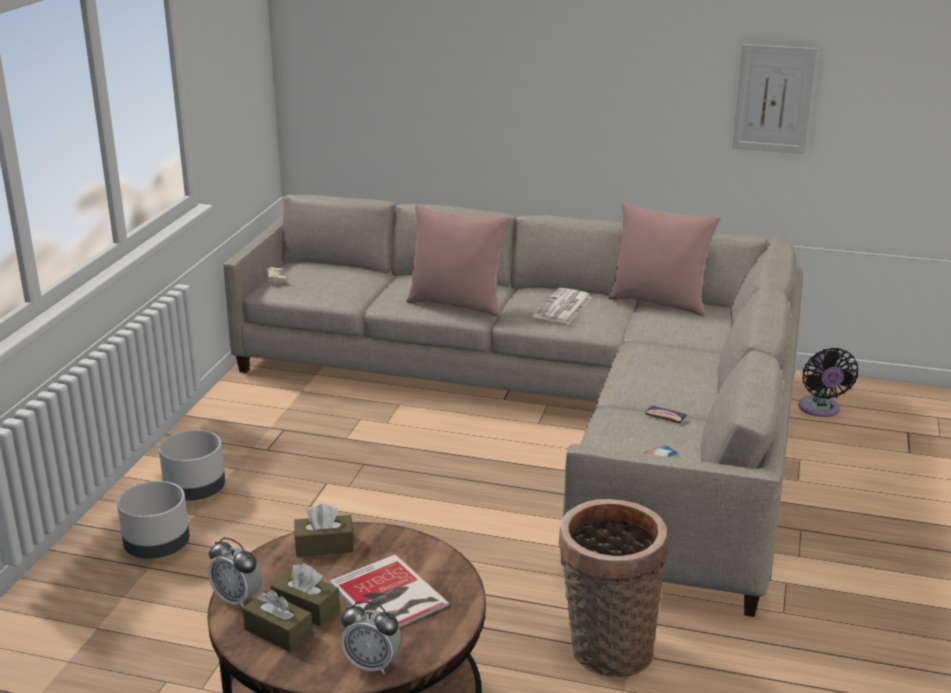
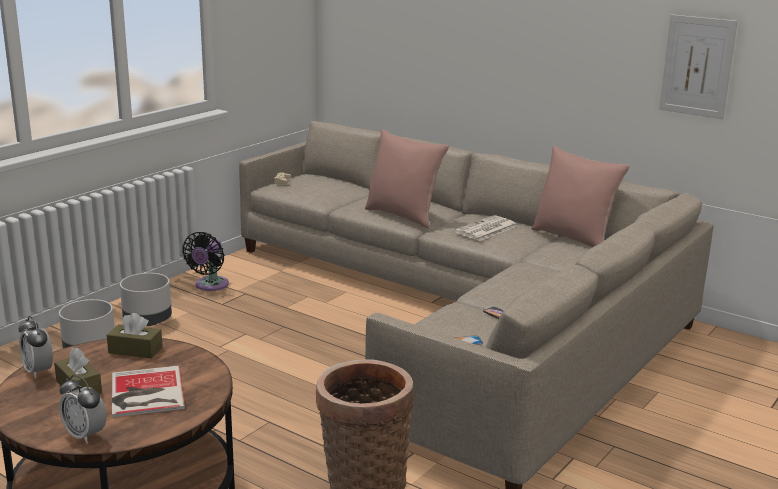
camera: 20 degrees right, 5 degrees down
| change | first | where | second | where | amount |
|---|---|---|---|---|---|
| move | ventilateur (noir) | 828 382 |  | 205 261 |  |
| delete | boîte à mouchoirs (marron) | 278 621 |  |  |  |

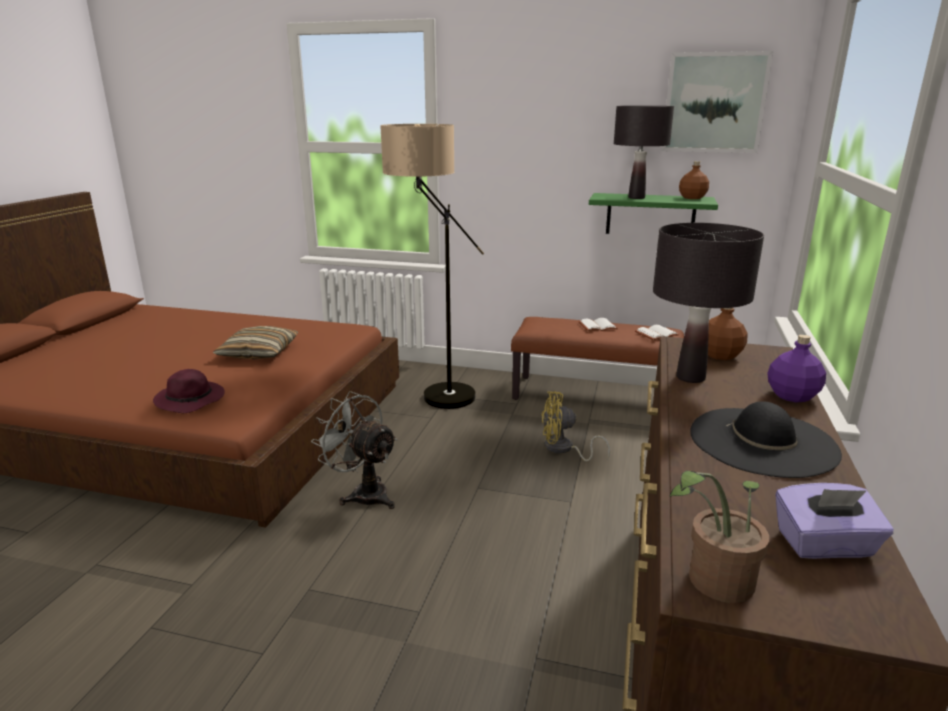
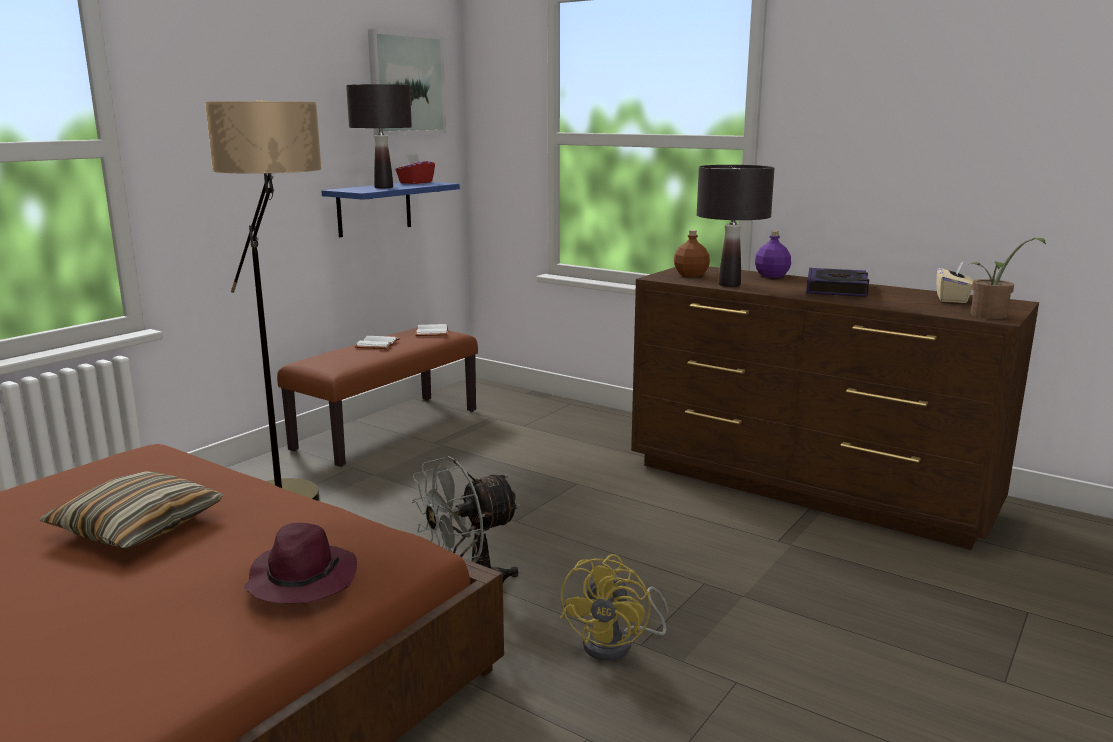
camera: 70 degrees left, 5 degrees down
| change | first | where | second | where | amount |
|---|---|---|---|---|---|
| recolor | étagère (vert) | 653 213 | étagère (bleu) | 390 209 |  |
| replace | bouteille (marron) | 694 180 | boîte à mouchoirs (rouge) | 415 169 |  |
| move | ventilateur (jaune) | 575 426 |  | 614 607 |  |
| replace | chapeau (noir) | 766 439 | livre | 837 282 |  |
| recolor | boîte à mouchoirs (violet) | 835 521 | boîte à mouchoirs (beige) | 954 282 |  |

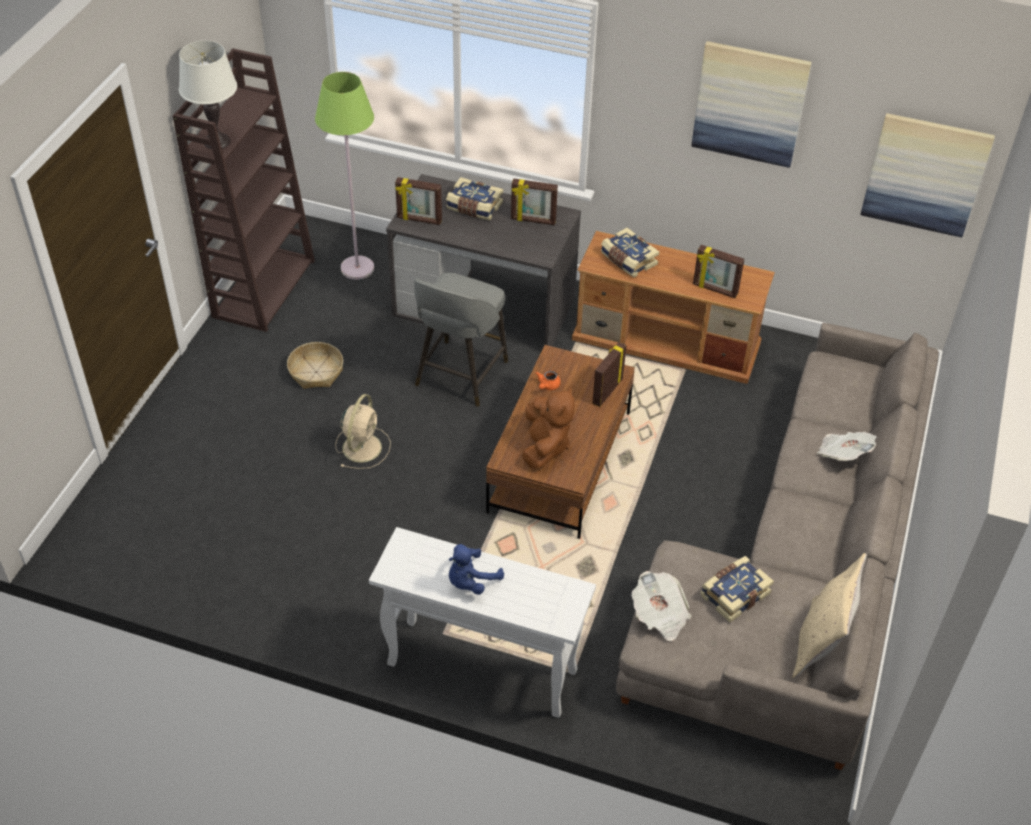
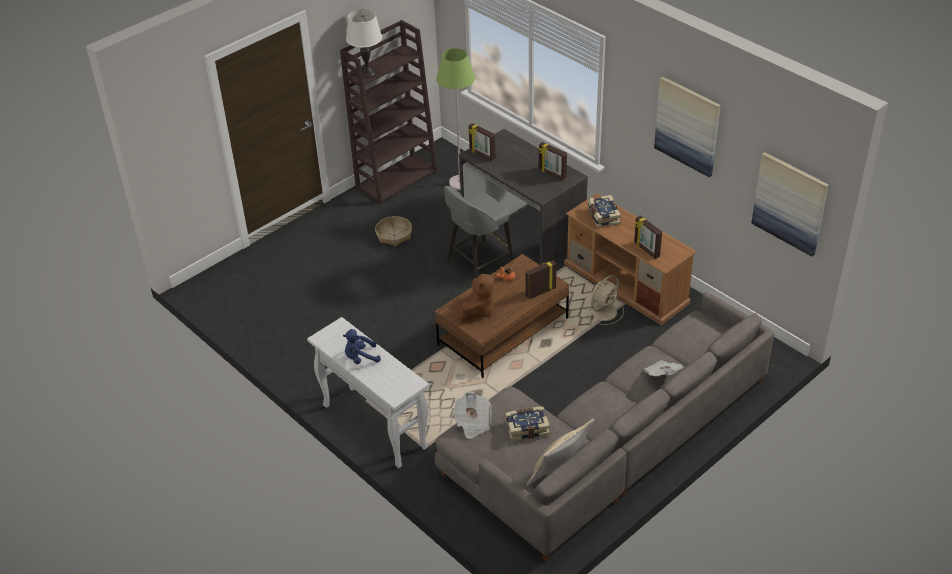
camera: 30 degrees right, 5 degrees down
| change | first | where | second | where | amount |
|---|---|---|---|---|---|
| move | ventilateur (beige) | 363 431 |  | 604 300 |  |
| delete | livre | 474 198 |  |  |  |

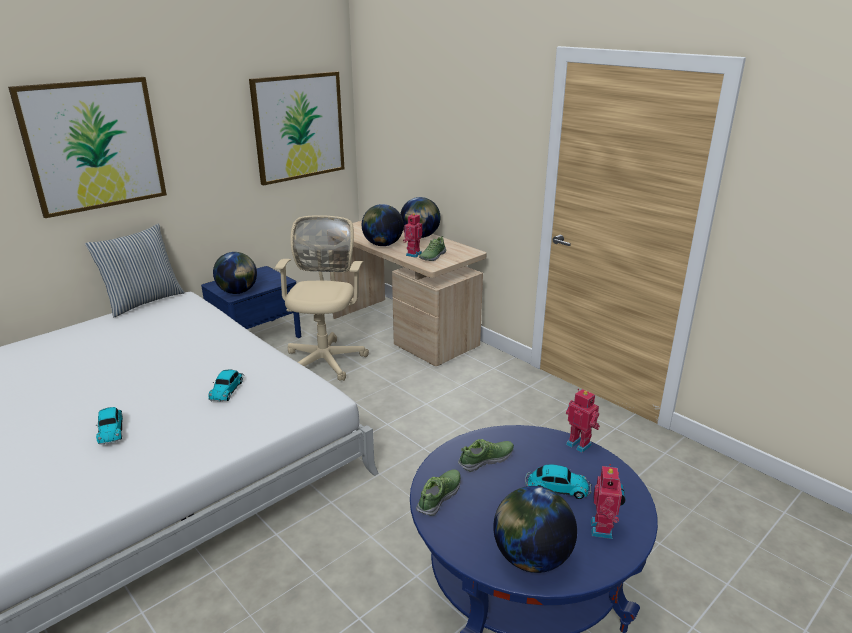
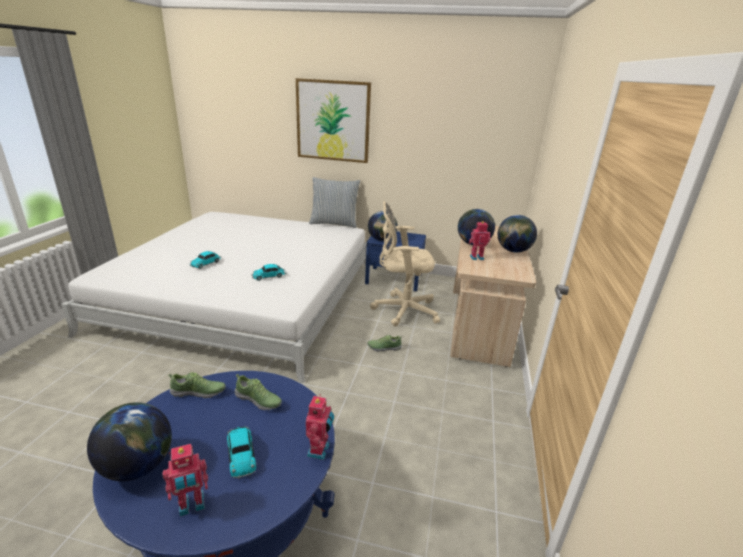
camera: 55 degrees right, 0 degrees up
| change | first | where | second | where | amount |
|---|---|---|---|---|---|
| move | chaussure | 432 248 |  | 384 343 |  |
| rotate | chaise de bureau (beige) | 322 298 |  | 405 263 | 150 degrees counterclockwise |
| delete | tableau | 296 128 |  |  |  |

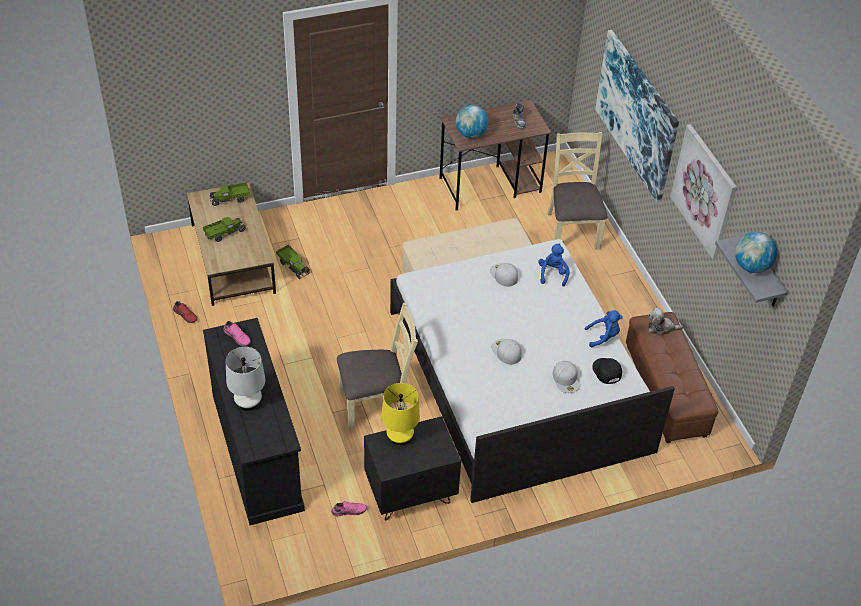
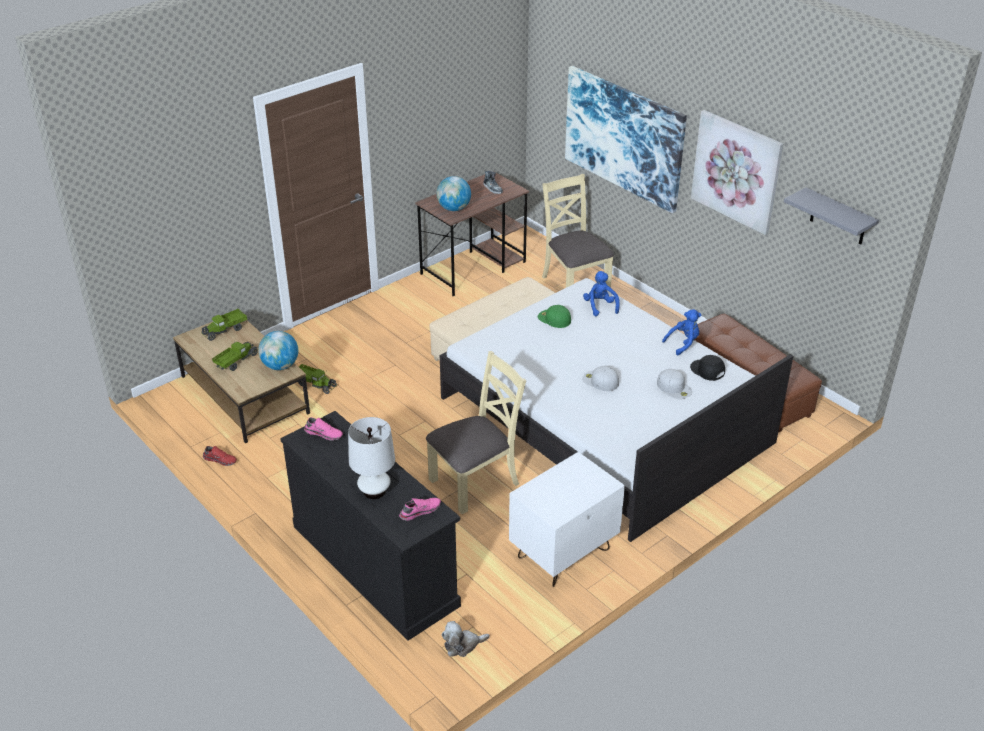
camera: 20 degrees left, 10 degrees down
| change | first | where | second | where | amount |
|---|---|---|---|---|---|
| move | globe | 756 252 |  | 278 350 |  |
| move | chaussure (rose) | 349 509 |  | 420 509 |  |
| move | peluche | 665 322 |  | 466 639 |  |
| recolor | table de chevet (noir) | 412 468 | table de chevet (blanc) | 567 519 |  |
| recolor | casquette (blanc) | 504 275 | casquette (vert) | 554 316 |  |
| delete | lampe de table (jaune) | 400 414 |  |  |  |

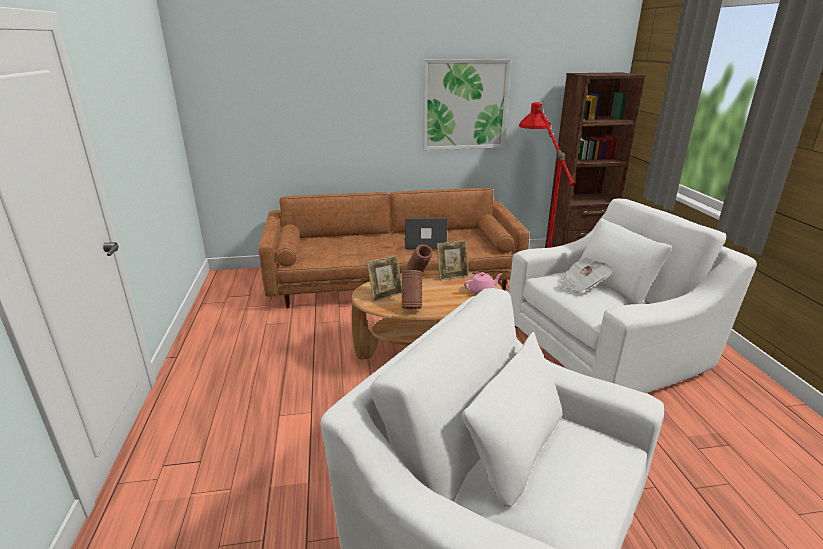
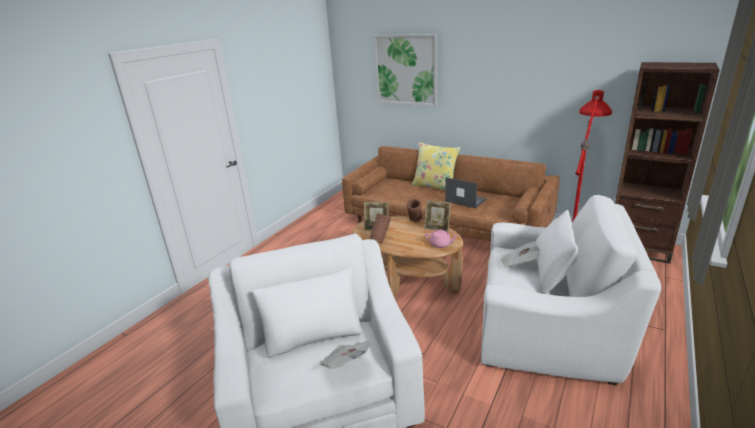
camera: 40 degrees right, 0 degrees up
| change | first | where | second | where | amount |
|---|---|---|---|---|---|
| insert |  |  | journal | 346 355 |  |
| move | tableau | 467 104 |  | 405 70 |  |
| insert |  |  | coussin (jaune) | 436 166 |  |

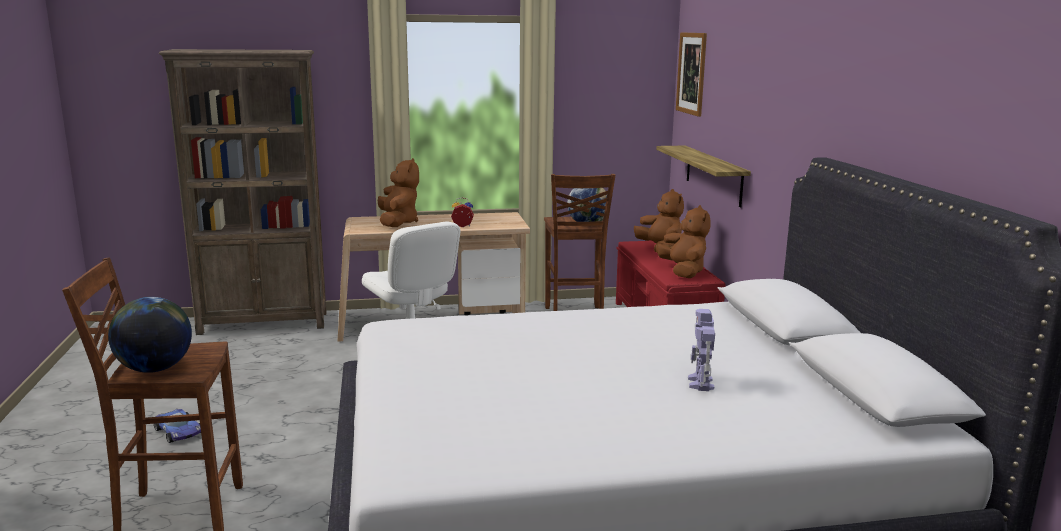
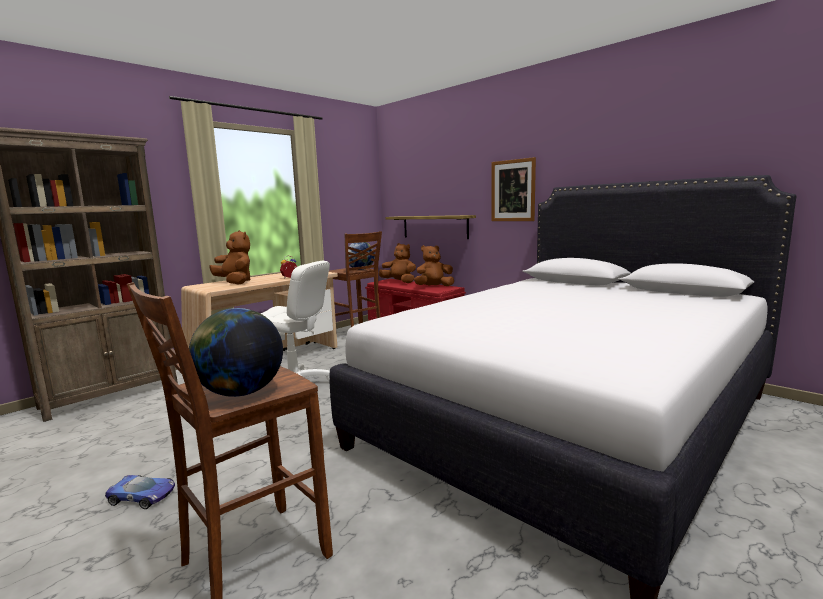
camera: 35 degrees left, 5 degrees down
| change | first | where | second | where | amount |
|---|---|---|---|---|---|
| rotate | peluche (marron) | 684 241 |  | 434 265 | 60 degrees counterclockwise |
| move | tableau | 691 74 |  | 513 189 |  |
| delete | robot jouet | 701 350 |  |  |  |

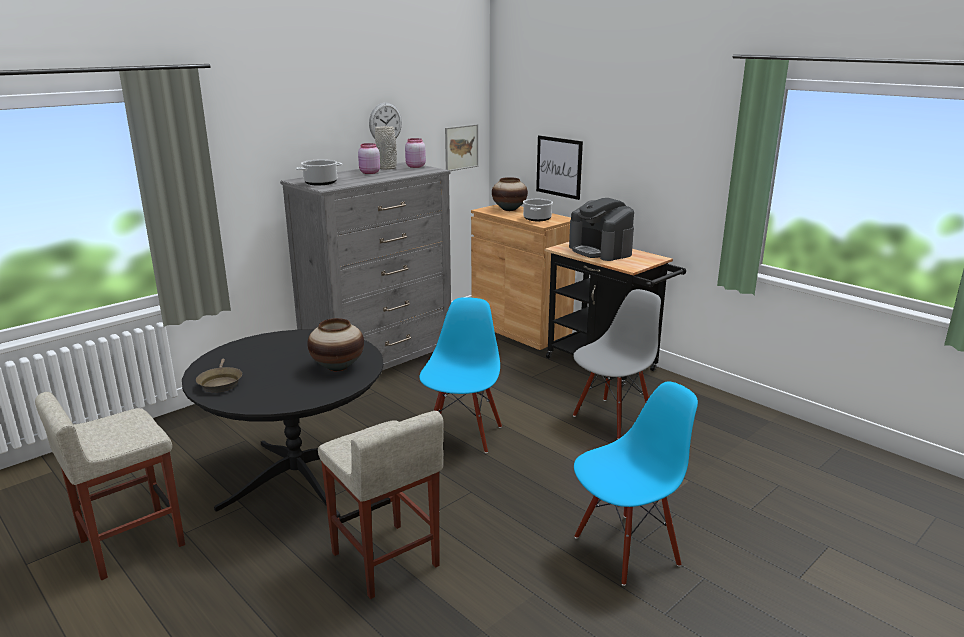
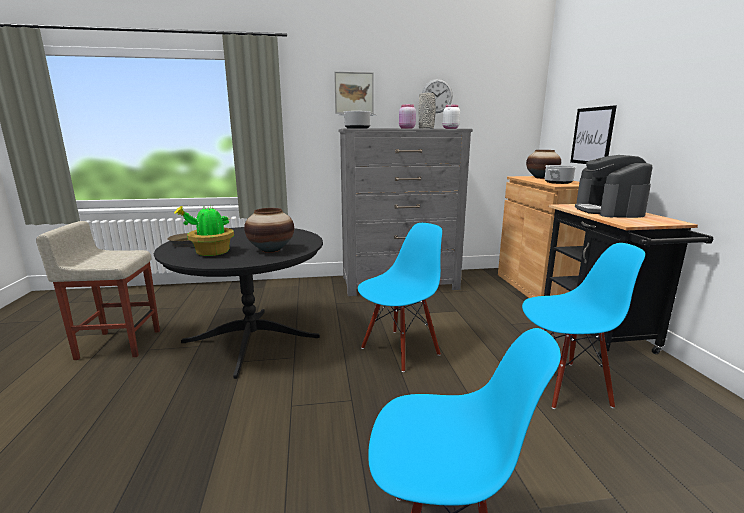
camera: 35 degrees right, 5 degrees down
| change | first | where | second | where | amount |
|---|---|---|---|---|---|
| insert |  |  | plante en pot | 204 230 |  |
| move | tableau | 461 147 |  | 354 93 |  |
| recolor | bocal (rose) | 415 153 | bocal (blanc) | 451 117 |  |
| recolor | chaise (gris) | 617 364 | chaise (bleu) | 583 326 |  |
| delete | tabouret (beige) | 380 505 |  |  |  |

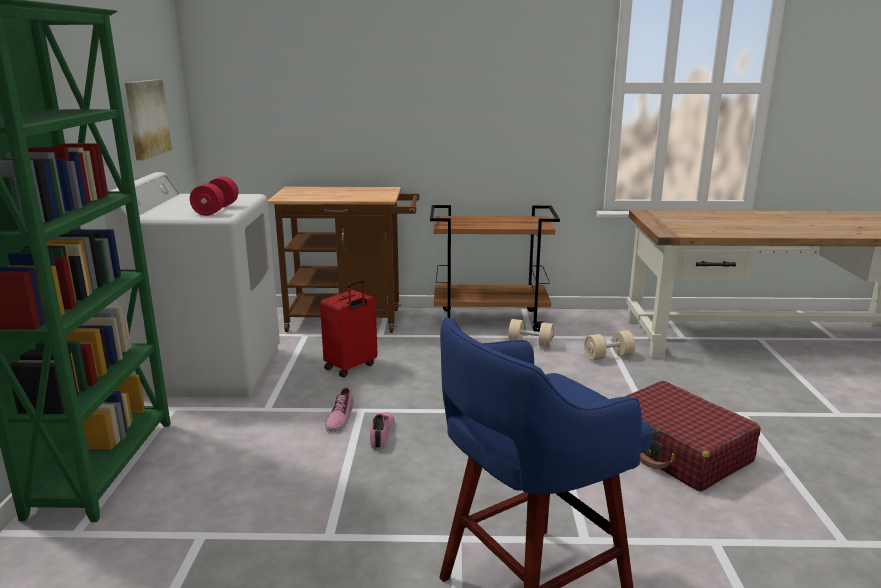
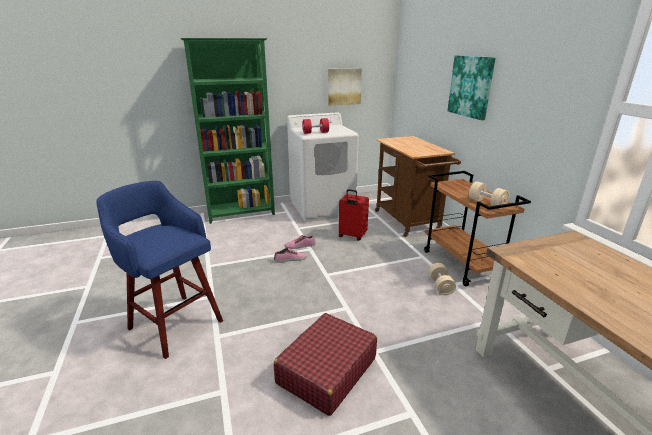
camera: 70 degrees right, 5 degrees up
| change | first | where | second | where | amount |
|---|---|---|---|---|---|
| insert |  |  | tableau | 471 87 |  |
| move | haltère (beige) | 609 345 |  | 489 195 |  |

